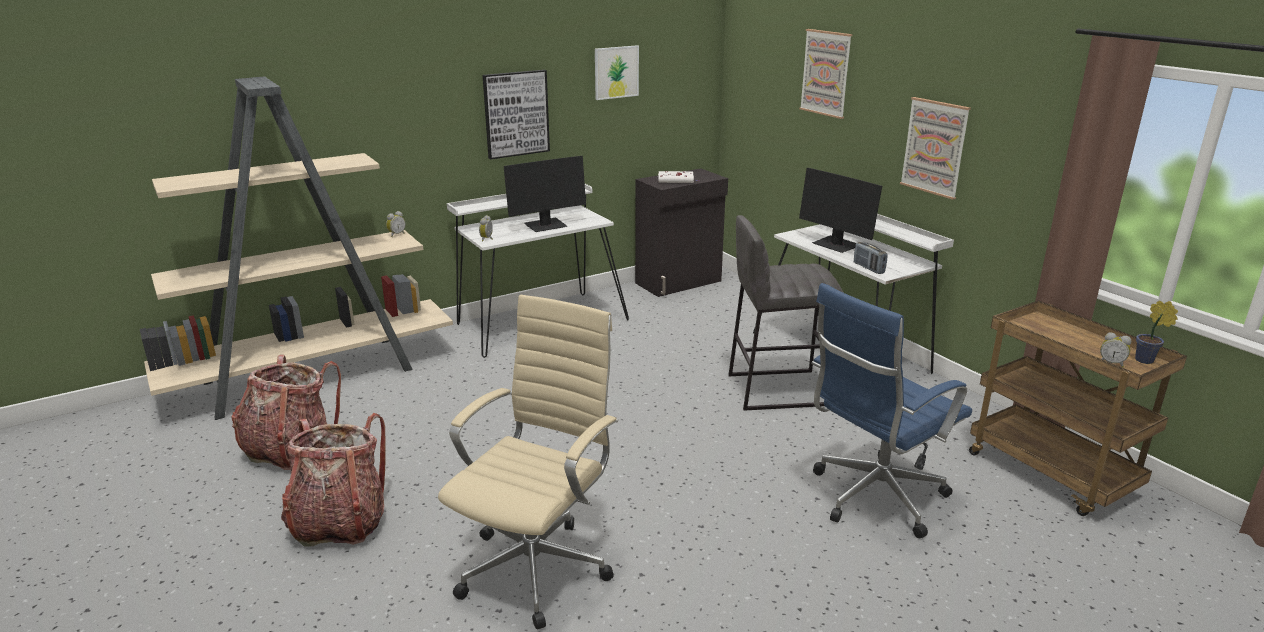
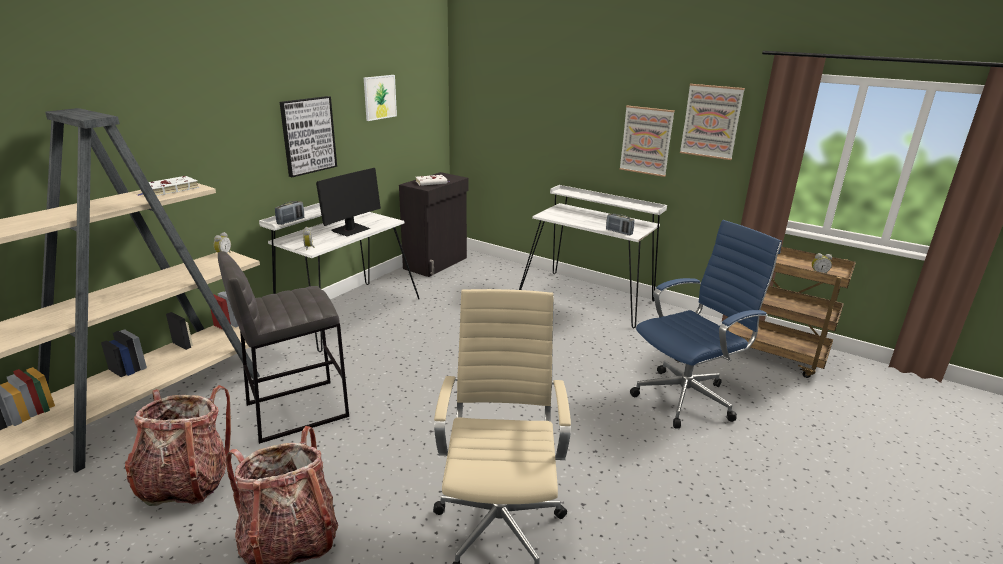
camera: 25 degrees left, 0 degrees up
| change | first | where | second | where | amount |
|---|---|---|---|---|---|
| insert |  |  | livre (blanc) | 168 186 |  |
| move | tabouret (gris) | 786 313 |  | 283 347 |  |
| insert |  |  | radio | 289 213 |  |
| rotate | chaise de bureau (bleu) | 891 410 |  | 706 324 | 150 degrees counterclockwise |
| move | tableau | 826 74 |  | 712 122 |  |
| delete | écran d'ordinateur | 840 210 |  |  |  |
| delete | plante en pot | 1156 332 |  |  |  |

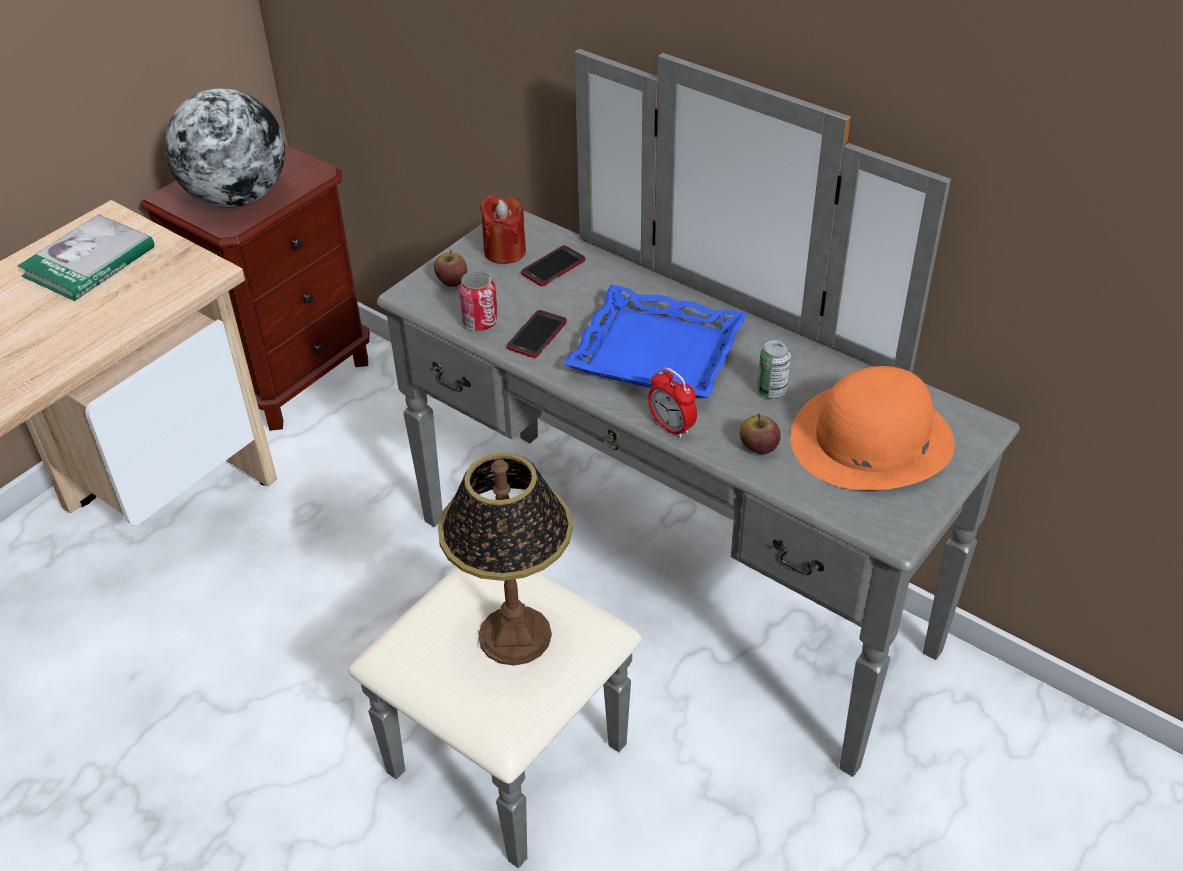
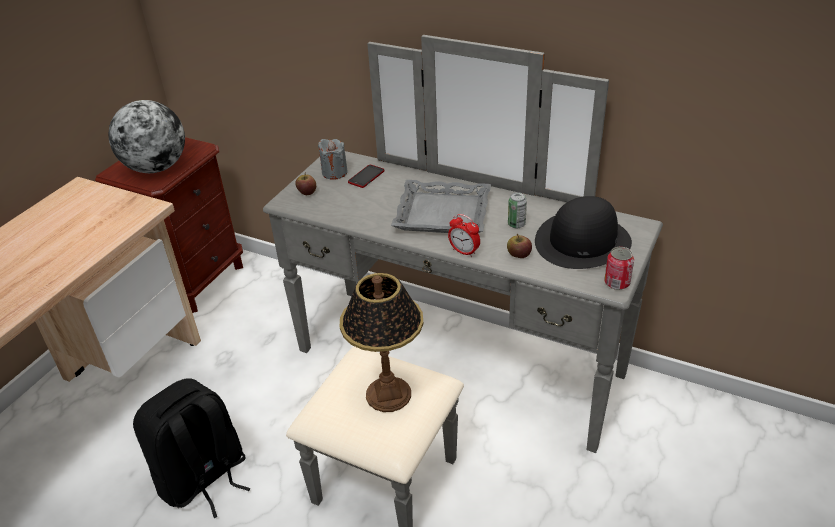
camera: 10 degrees left, 5 degrees down
| change | first | where | second | where | amount |
|---|---|---|---|---|---|
| insert |  |  | sac à dos (noir) | 192 448 |  |
| recolor | bougie (rouge) | 503 229 | bougie (gris) | 333 159 |  |
| recolor | plateau (bleu) | 656 341 | plateau (gris) | 441 206 |  |
| recolor | chapeau (orange) | 872 428 | chapeau (noir) | 583 232 |  |
| move | boîte métallique | 478 301 |  | 619 268 |  |
| delete | livre | 86 257 |  |  |  |
| delete | téléphone | 537 334 |  |  |  |

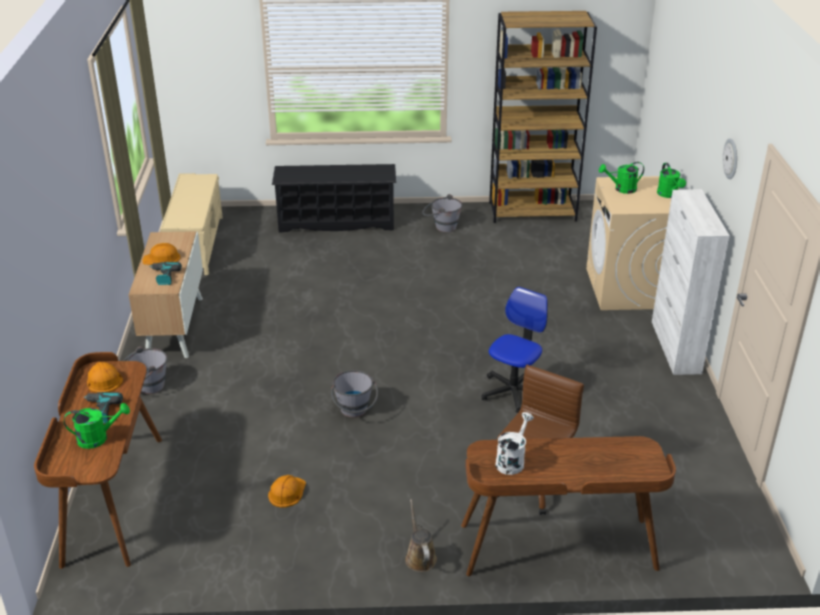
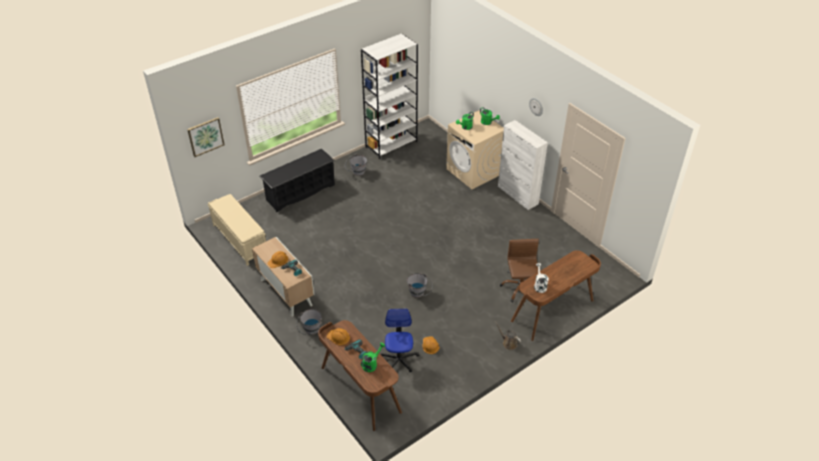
camera: 35 degrees left, 10 degrees up
| change | first | where | second | where | amount |
|---|---|---|---|---|---|
| insert |  |  | tableau | 206 137 |  |
| recolor | bibliothèque (marron) | 543 117 | bibliothèque (blanc) | 389 96 |  |
| move | chaise de bureau | 514 350 |  | 399 340 |  |

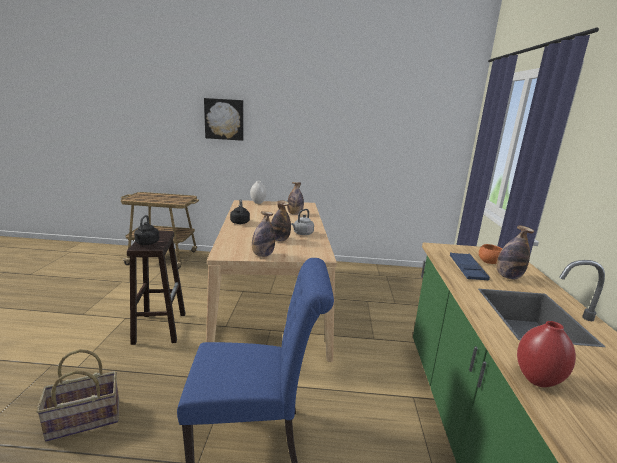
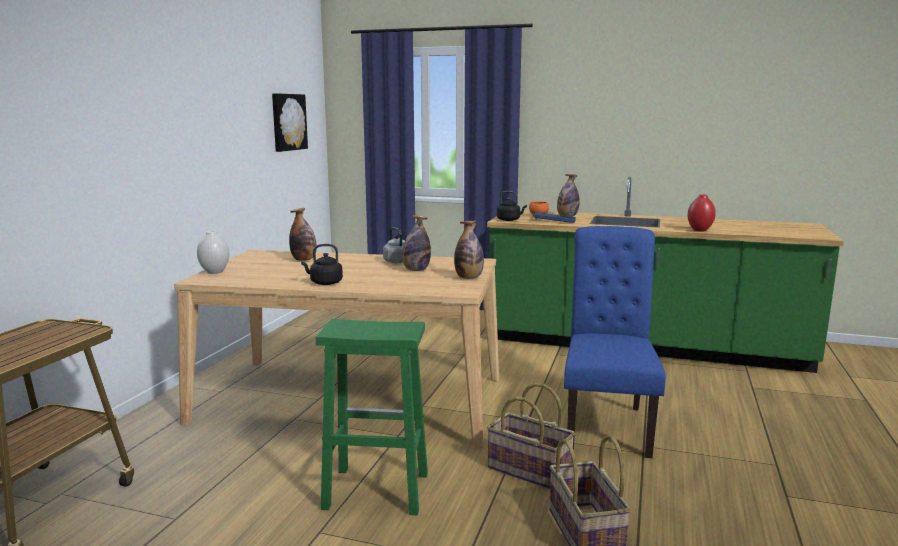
camera: 75 degrees left, 5 degrees down
| change | first | where | second | where | amount |
|---|---|---|---|---|---|
| move | tableau | 224 119 |  | 290 122 |  |
| recolor | tabouret (marron) | 156 288 | tabouret (vert) | 372 417 |  |
| insert |  |  | panier | 531 436 |  |
| move | bouilloire (noir) | 147 230 |  | 512 206 |  |

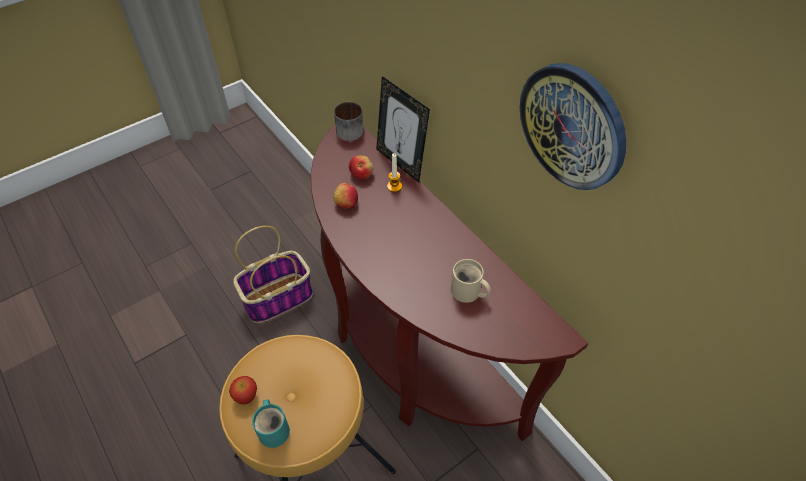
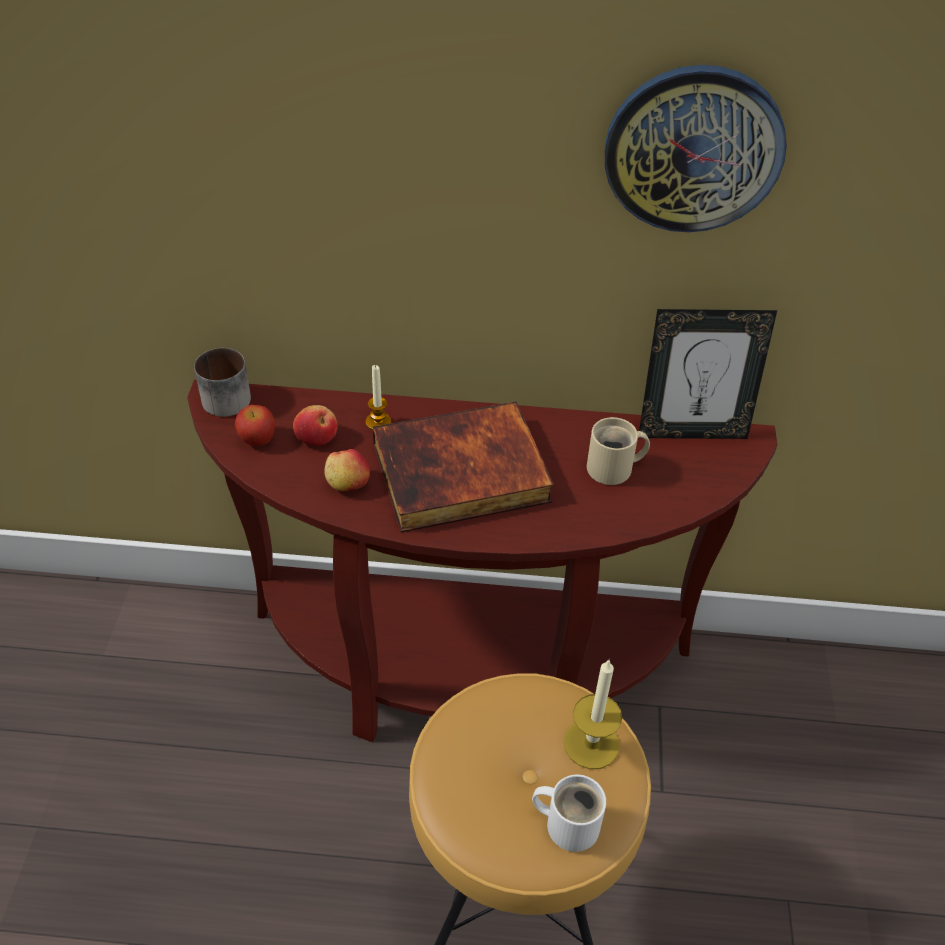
camera: 50 degrees left, 5 degrees down
| change | first | where | second | where | amount |
|---|---|---|---|---|---|
| move | pomme | 243 390 |  | 255 425 |  |
| insert |  |  | livre | 463 467 |  |
| recolor | mug (turquoise) | 271 423 | mug (blanc) | 569 813 |  |
| insert |  |  | bougie | 593 714 |  |
| move | cadre photo | 403 129 |  | 708 374 |  |
| delete | panier | 273 274 |  |  |  |

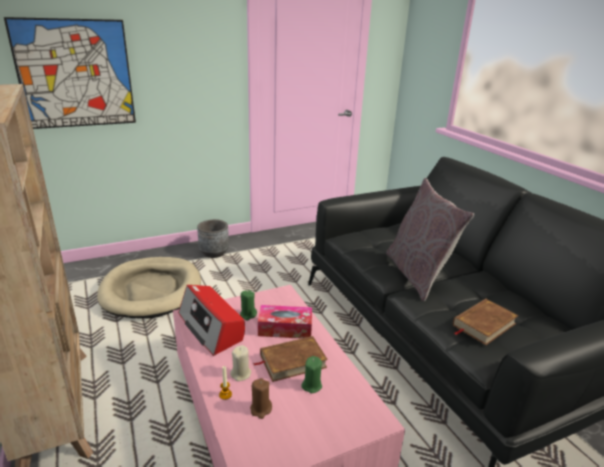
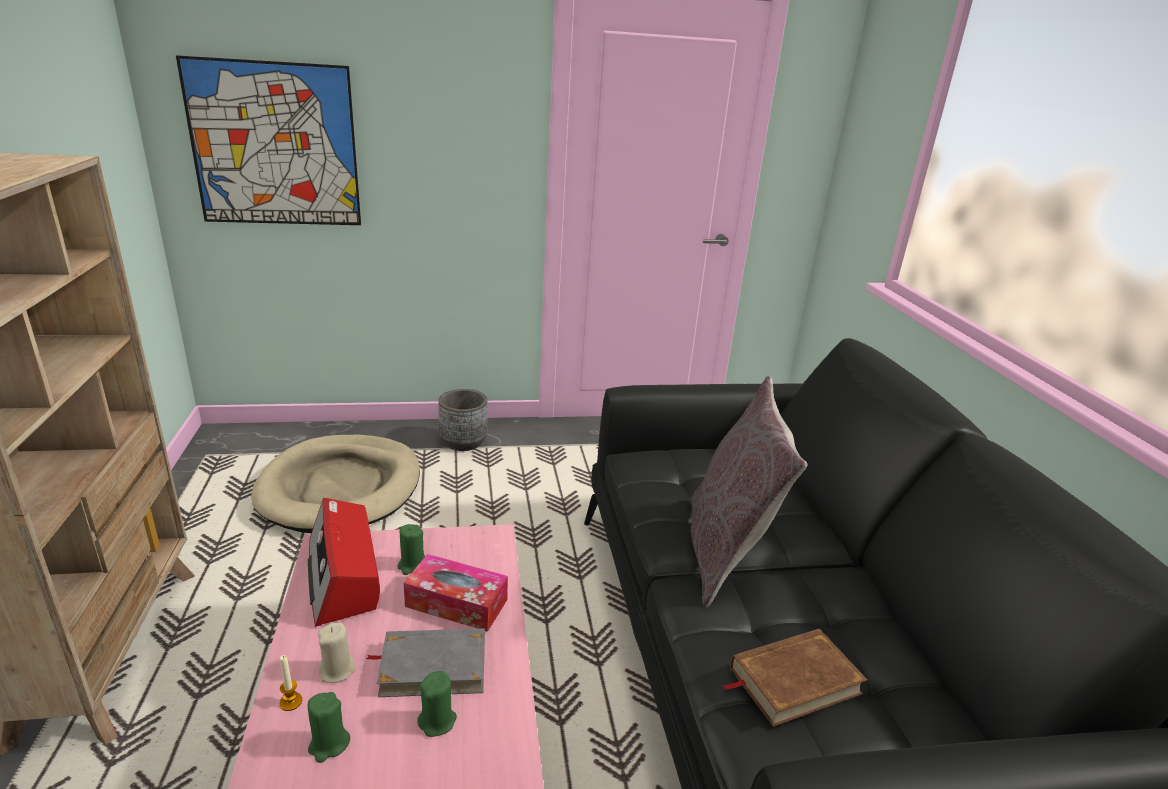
camera: 15 degrees right, 0 degrees up
| change | first | where | second | where | amount |
|---|---|---|---|---|---|
| recolor | bougie (marron) | 261 398 | bougie (vert) | 329 727 |  |
| recolor | livre (marron) | 290 359 | livre (gris) | 425 663 |  |

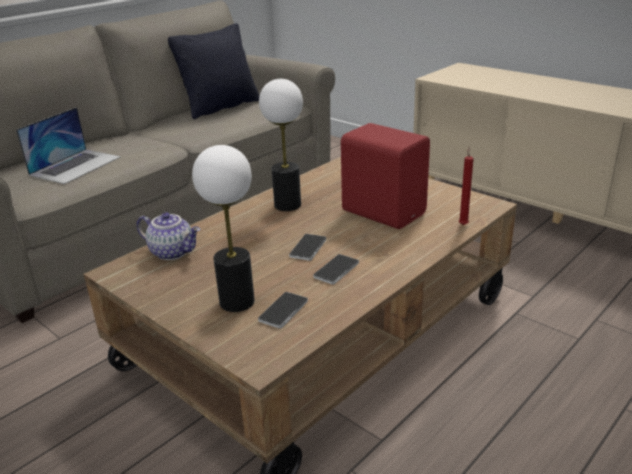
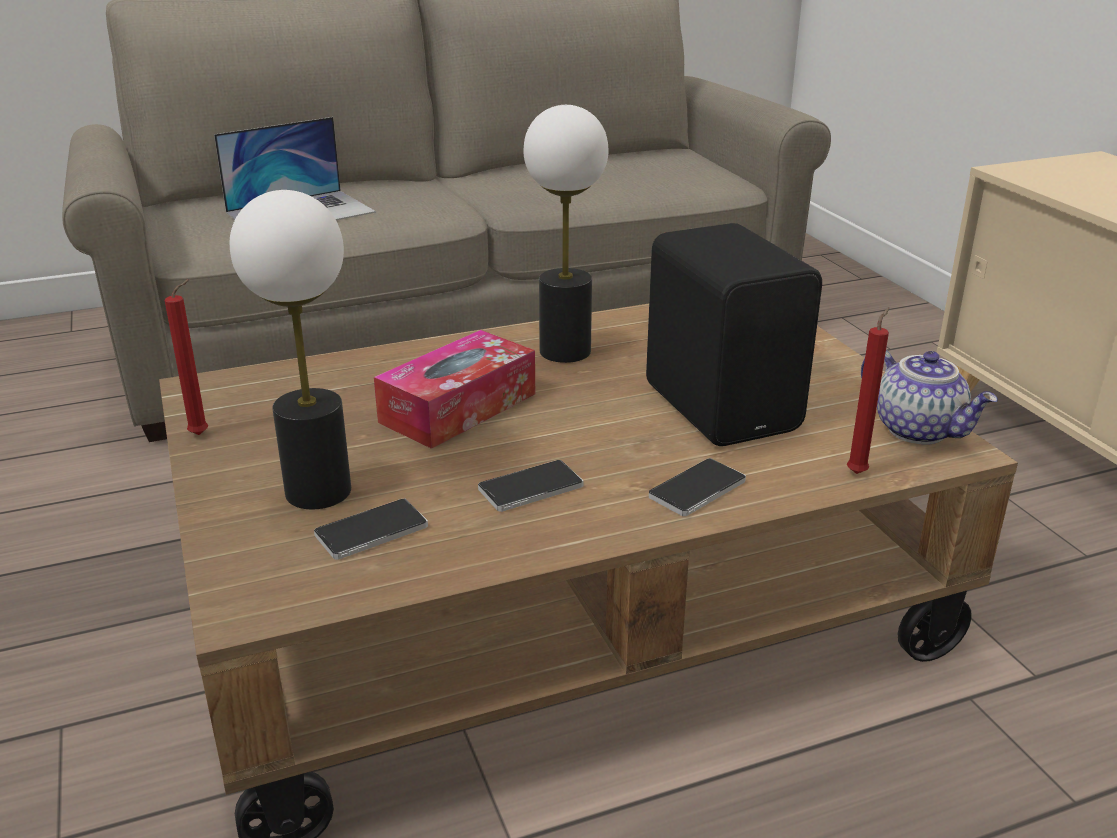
camera: 25 degrees right, 0 degrees up
| change | first | where | second | where | amount |
|---|---|---|---|---|---|
| insert |  |  | bougie (rouge) | 186 357 |  |
| insert |  |  | boîte à mouchoirs | 454 389 |  |
| recolor | enceinte (rouge) | 385 176 | enceinte (noir) | 734 334 |  |
| move | téléphone | 307 247 |  | 697 487 |  |
| move | théière | 168 236 |  | 929 397 |  |
| delete | coussin (noir) | 213 71 |  |  |  |

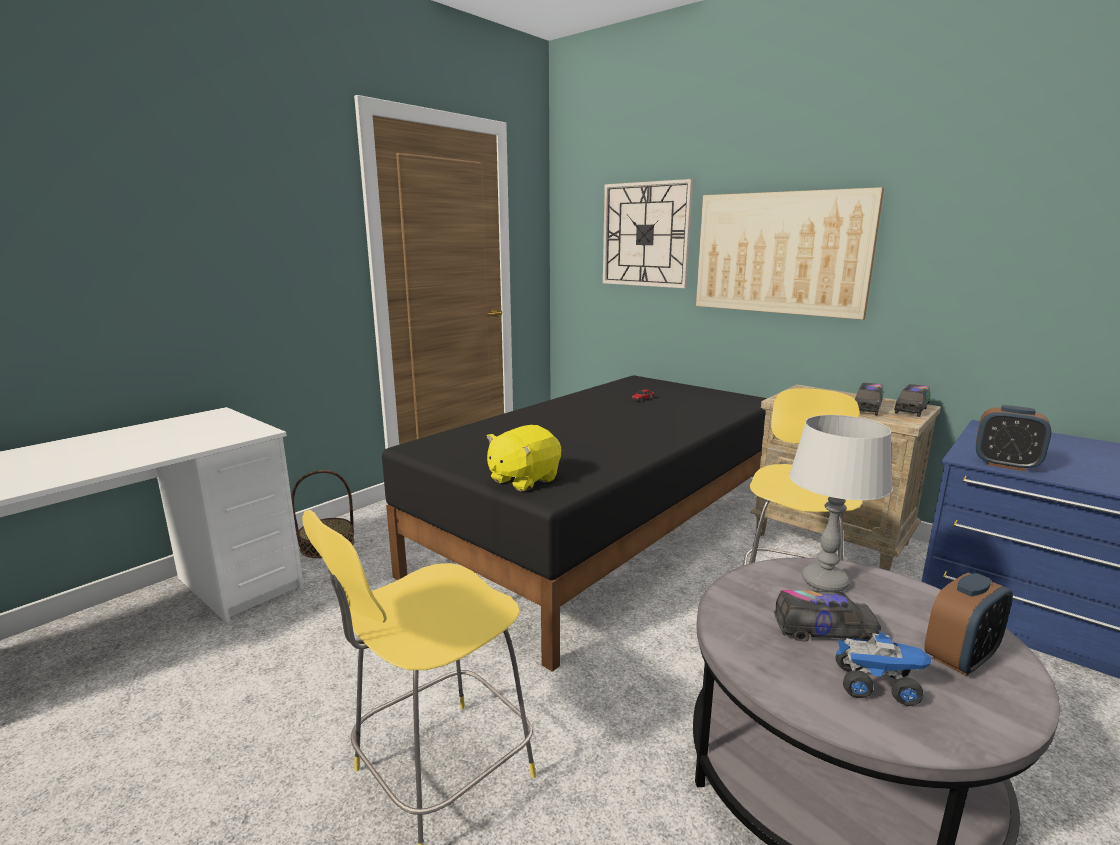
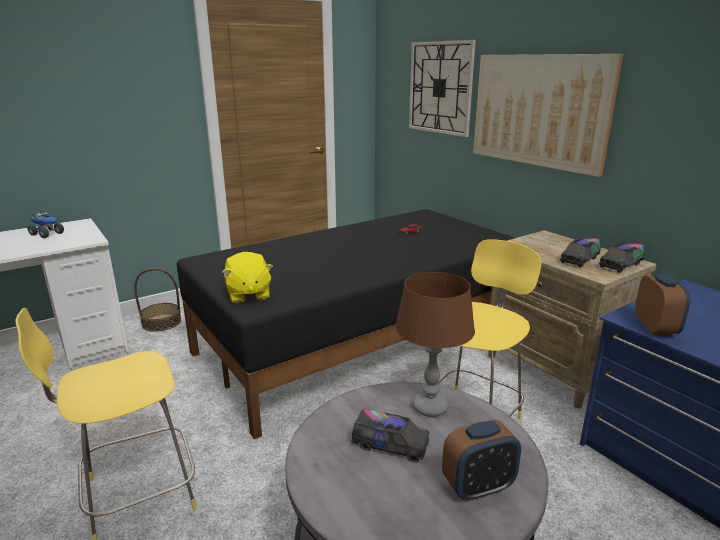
camera: 15 degrees right, 5 degrees up
| change | first | where | second | where | amount |
|---|---|---|---|---|---|
| move | camion jouet | 883 668 |  | 45 224 |  |
| rotate | peluche (jaune) | 523 458 |  | 248 277 | 75 degrees counterclockwise |
| recolor | lampe de table (gris) | 841 503 | lampe de table (marron) | 435 344 |  |
| rotate | réveil | 1014 438 |  | 662 305 | 135 degrees counterclockwise |

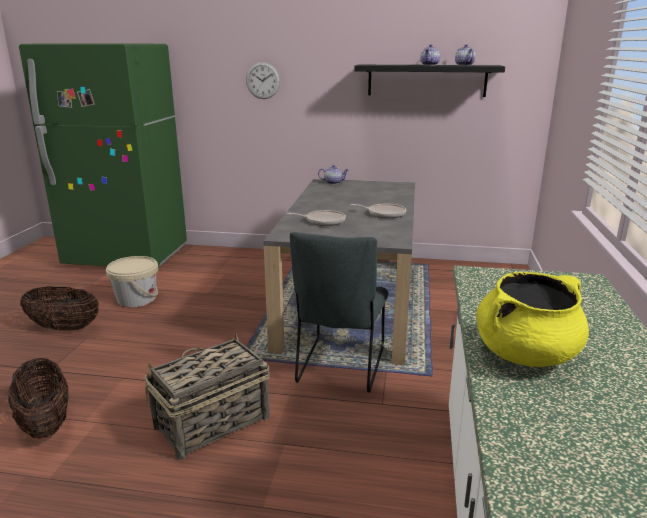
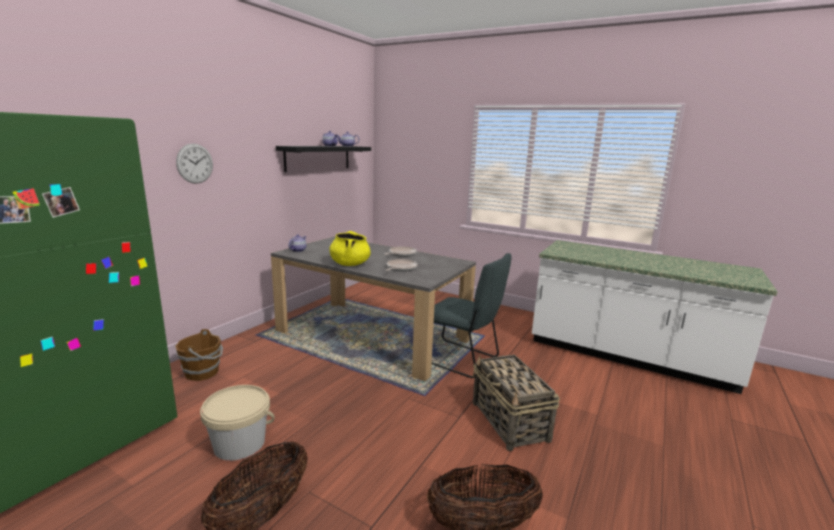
camera: 70 degrees left, 5 degrees down
| change | first | where | second | where | amount |
|---|---|---|---|---|---|
| insert |  |  | seau (marron) | 199 355 |  |
| move | marmite (jaune) | 532 319 |  | 350 248 |  |

